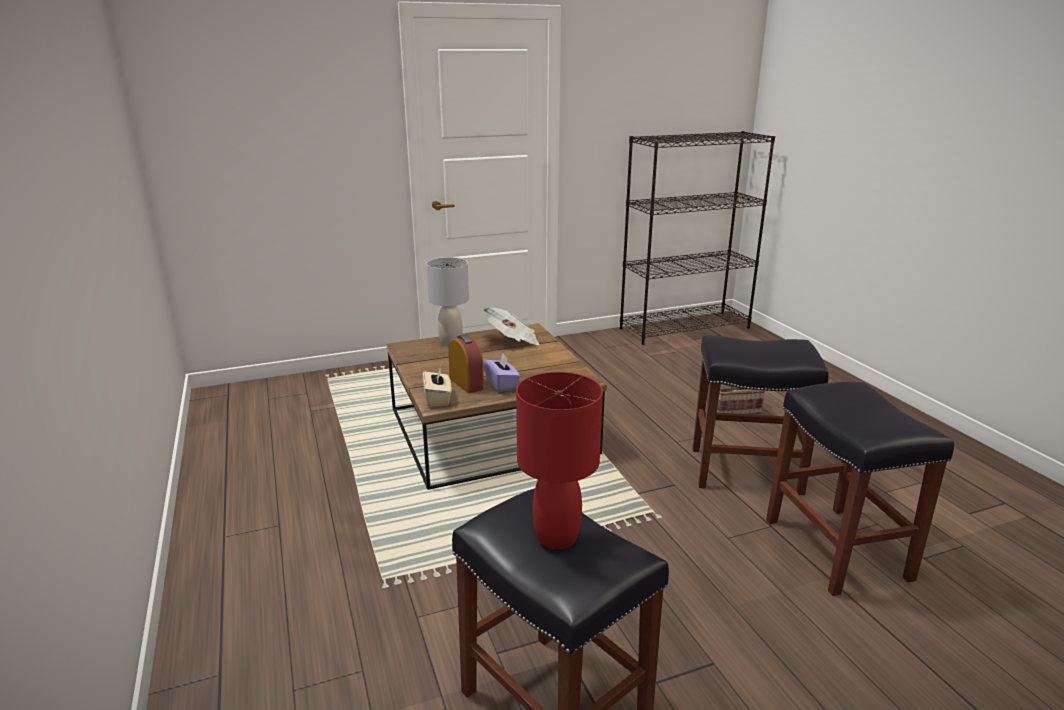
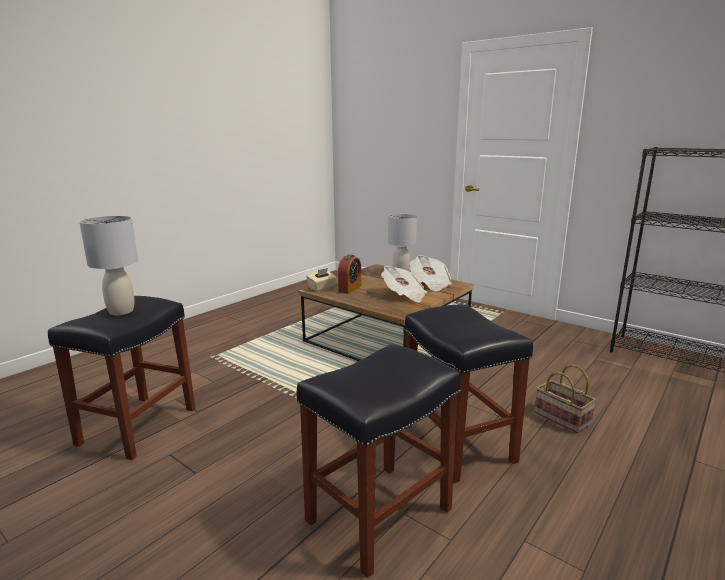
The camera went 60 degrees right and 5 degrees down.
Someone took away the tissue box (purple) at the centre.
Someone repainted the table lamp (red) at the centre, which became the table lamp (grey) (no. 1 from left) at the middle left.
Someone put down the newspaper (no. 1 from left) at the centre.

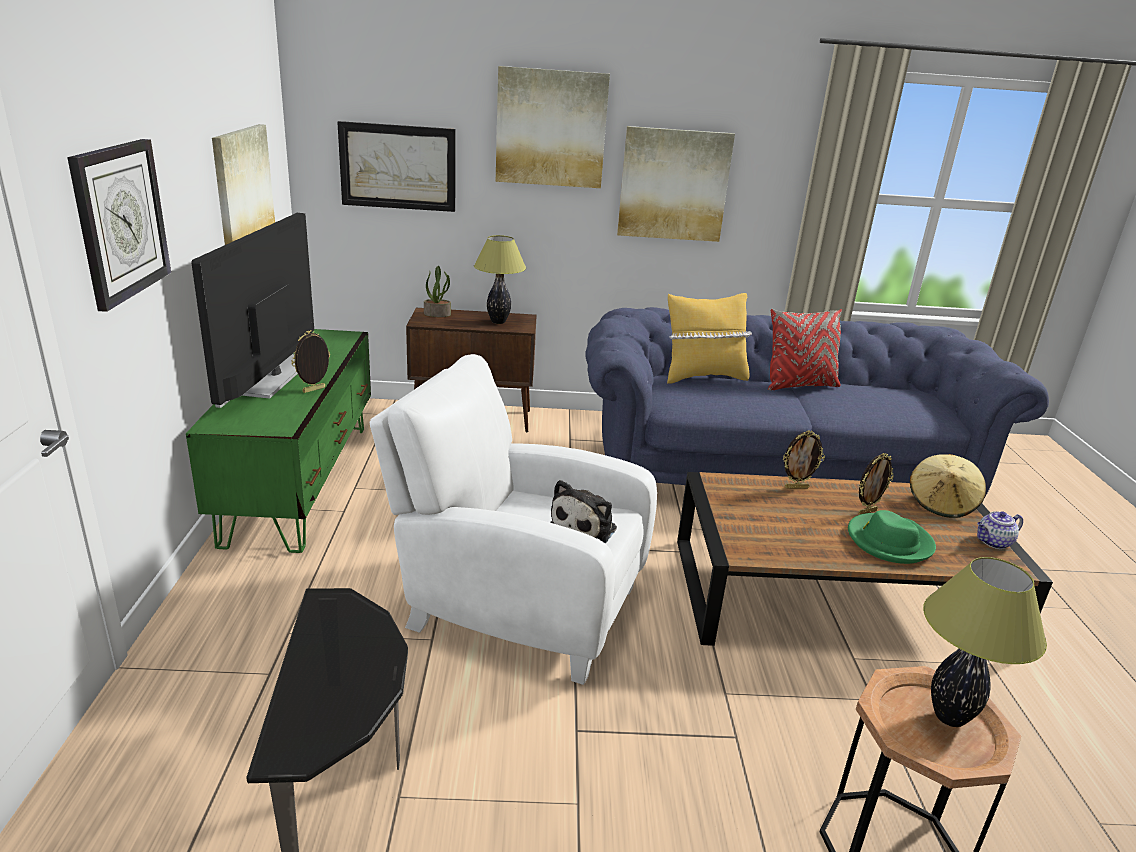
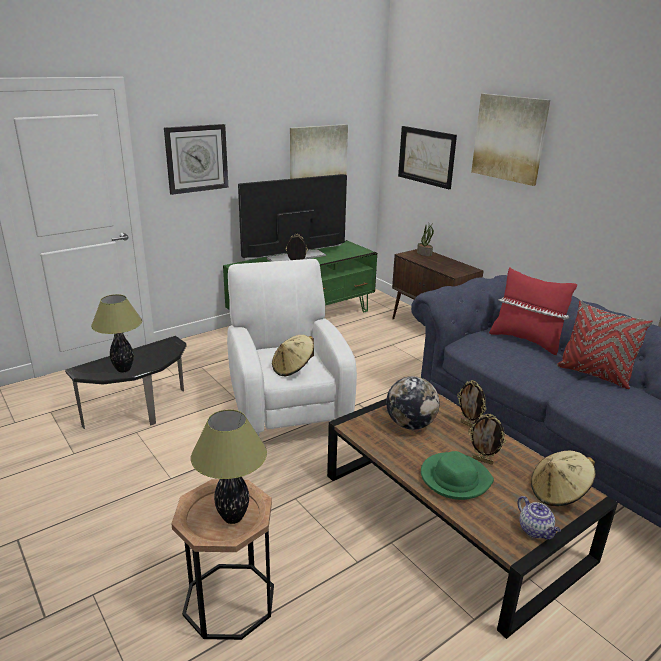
The camera went 55 degrees right and 0 degrees up.
Someone took away the picture (no. 4 from left) at the top centre.
Someone carried the table lamp (no. 1 from left) from the top centre to the middle left.
Someone repainted the pillow (yellow) at the centre, which became the pillow (red) (no. 1 from left) at the middle right.
Someone swapped the plush toy at the centre for the hat (beige) (no. 1 from left) at the centre.
Someone rotated the teapot at the middle right by 150 degrees counterclockwise.
Someone put down the globe at the centre.

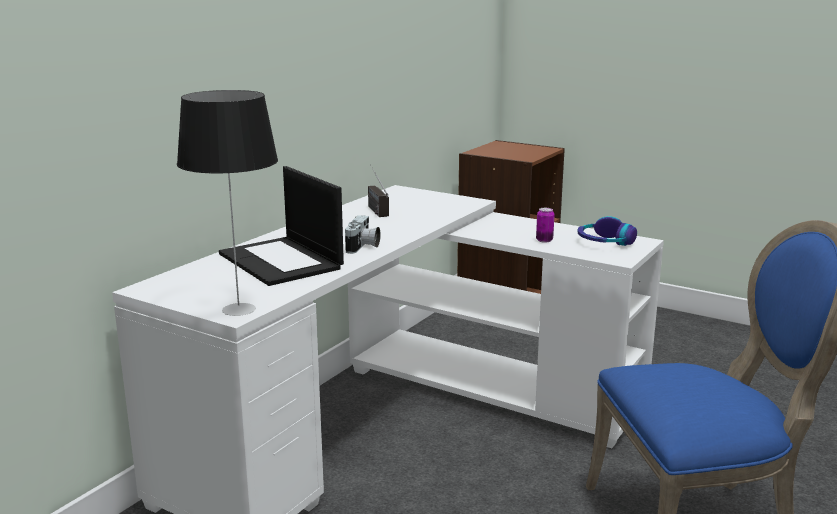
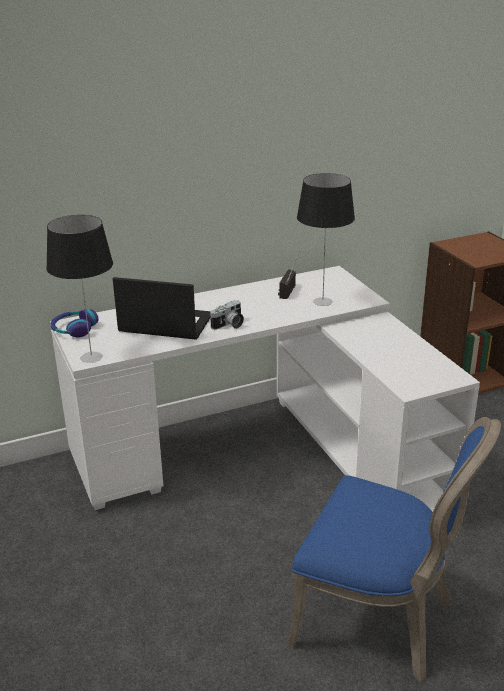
The camera went 35 degrees right and 10 degrees up.
Someone rotated the laptop at the centre by 105 degrees clockwise.
Someone took away the can at the centre.
Someone carried the headphones from the middle right to the middle left.
Someone put down the table lamp (no. 2 from left) at the centre.

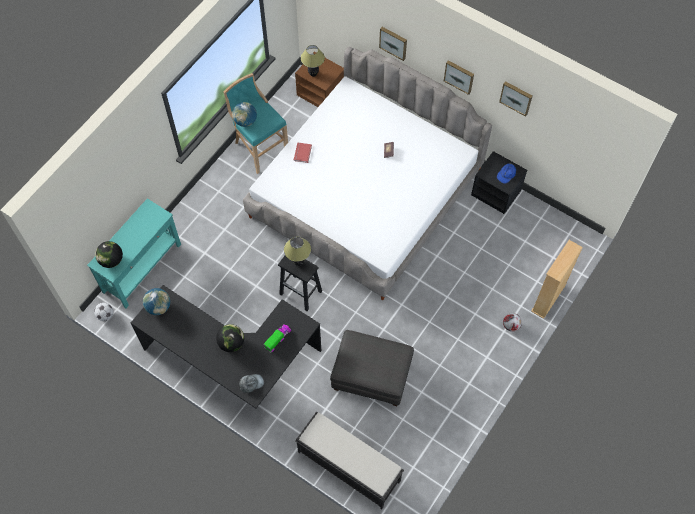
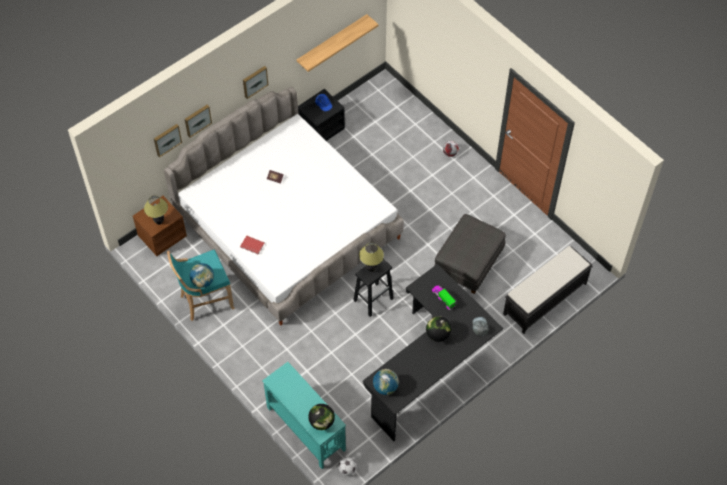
The camera went 75 degrees left and 5 degrees down.
Someone carried the picture (no. 3 from left in the first image) from the top right to the top left.
Someone took away the bookcase (beige) at the middle right.
Someone put up the shelf at the top centre.

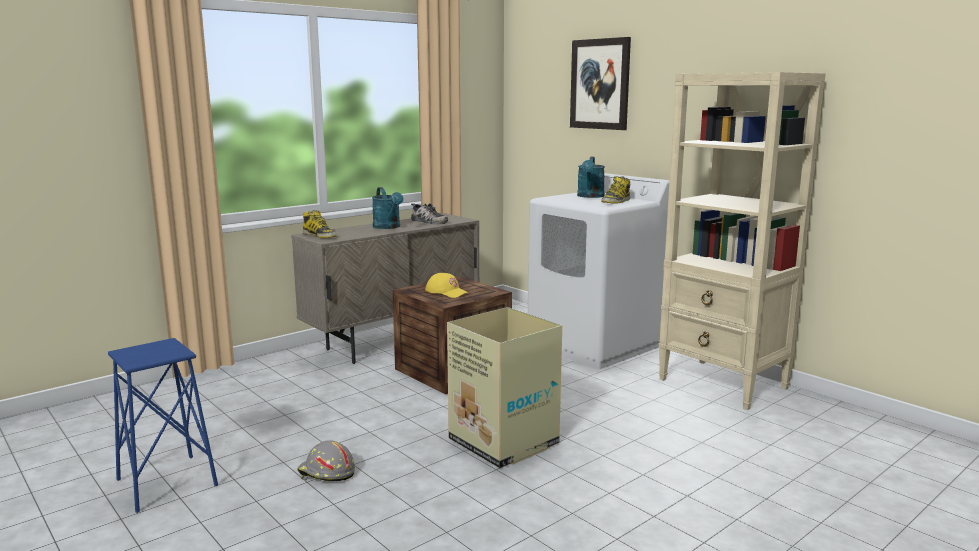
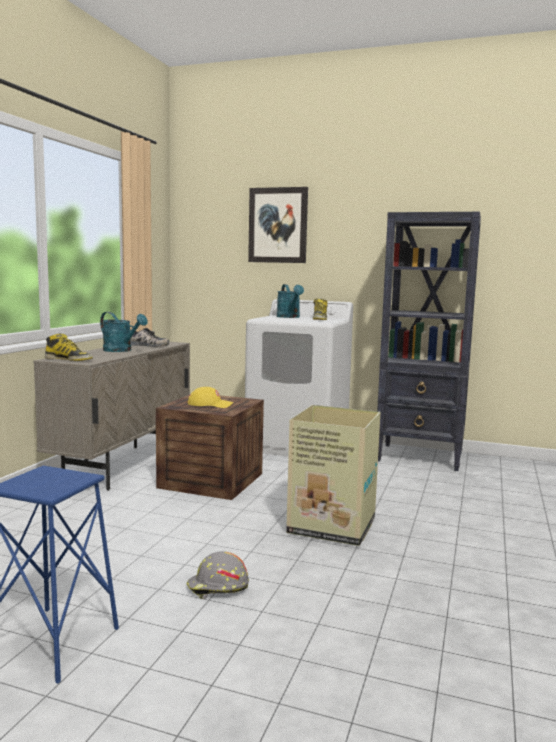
The camera went 30 degrees left and 5 degrees down.
Someone repainted the bookcase (beige) at the middle right, which became the bookcase (black) at the middle right.

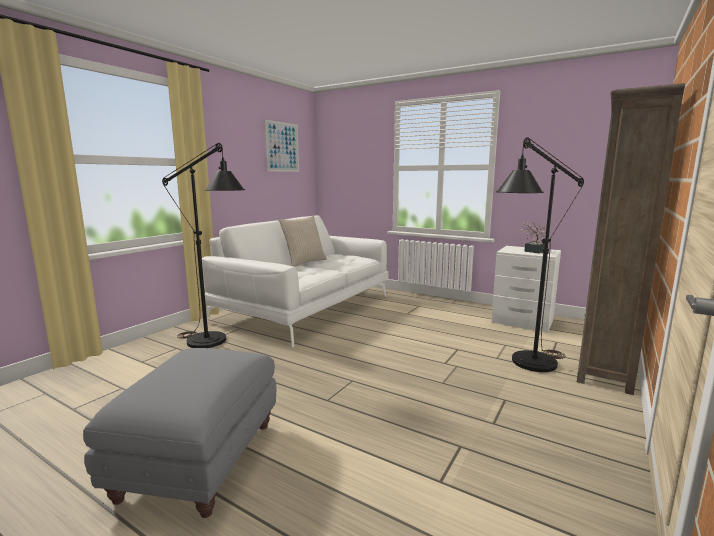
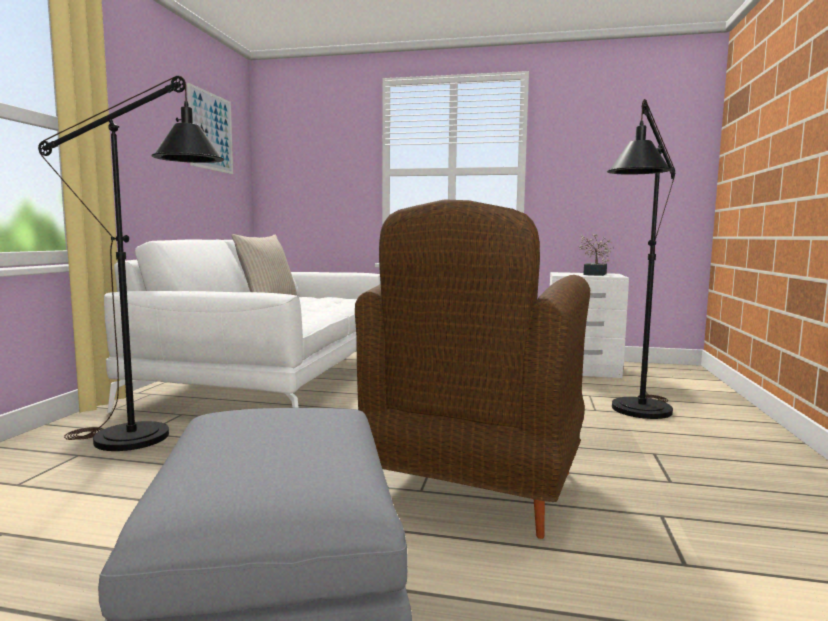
The camera went 20 degrees left and 5 degrees down.
Someone took away the bookcase (brown) at the middle right.
Someone put down the armchair (brown) at the centre.

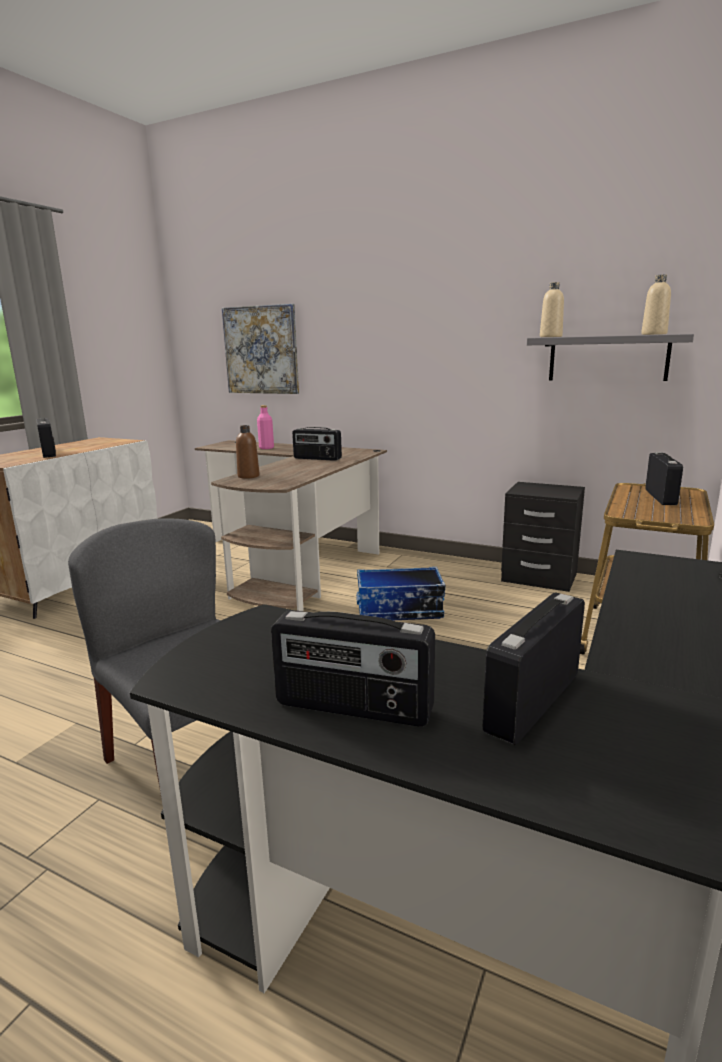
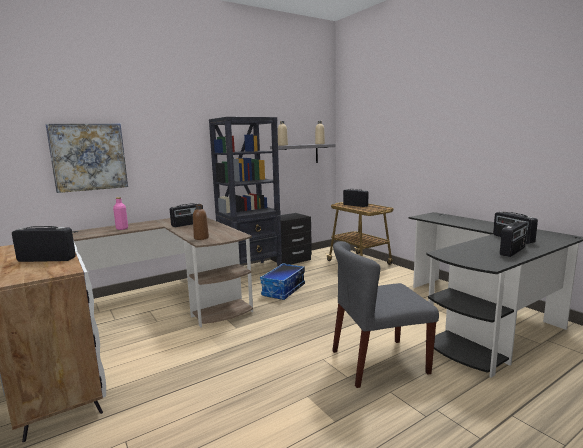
The camera went 60 degrees left and 5 degrees down.
Someone put down the bookcase (black) at the centre.

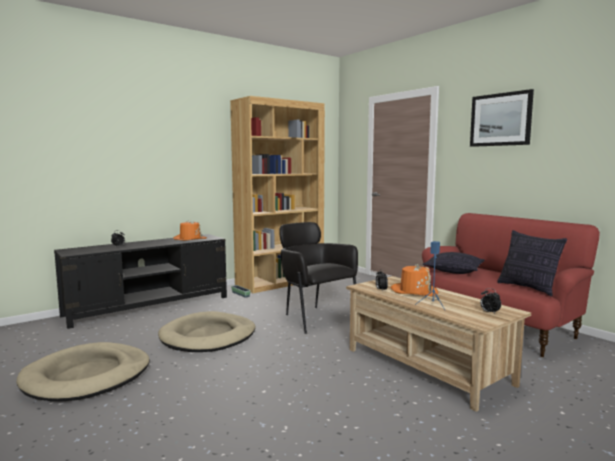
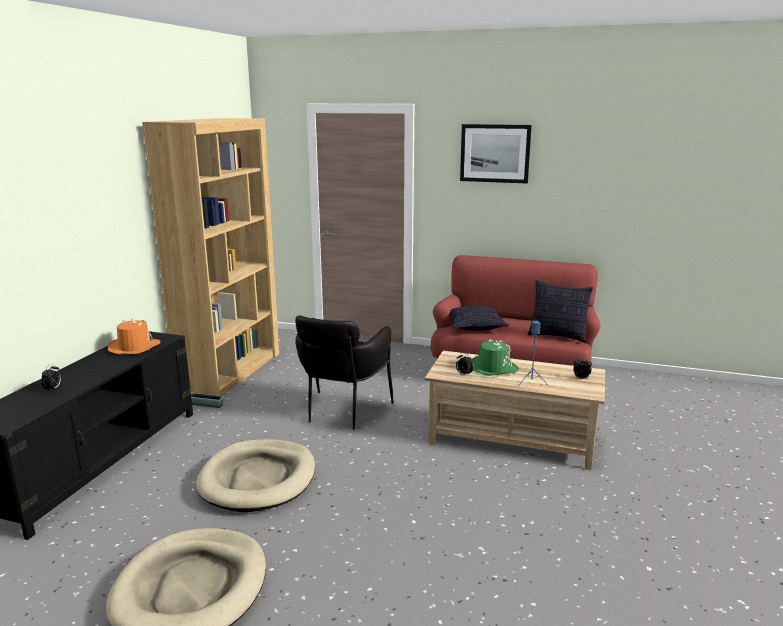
The camera went 35 degrees left and 10 degrees up.
Someone rotated the armchair (black) at the centre by 90 degrees counterclockwise.
Someone repainted the hat (orange) (no. 2 from left) at the middle right, which became the hat (green) at the centre.

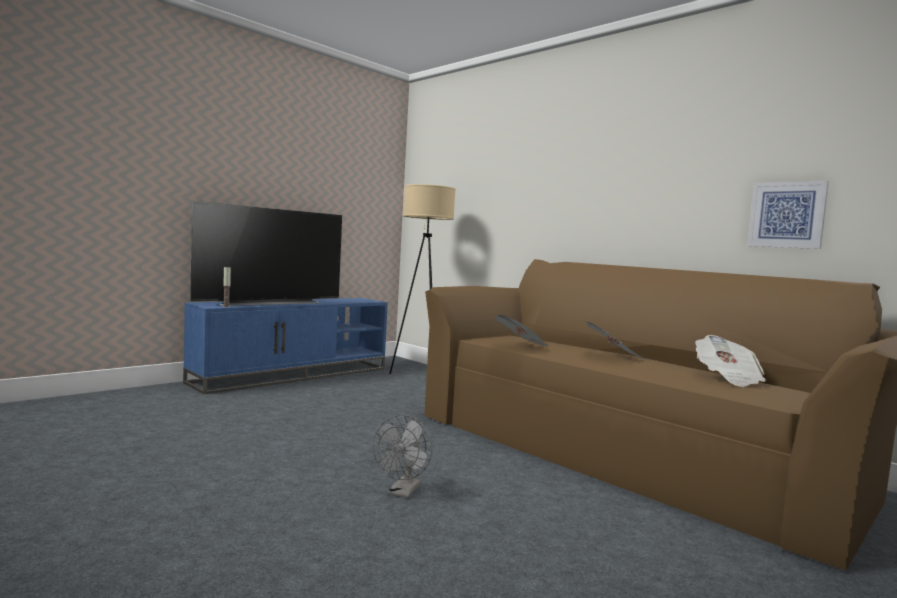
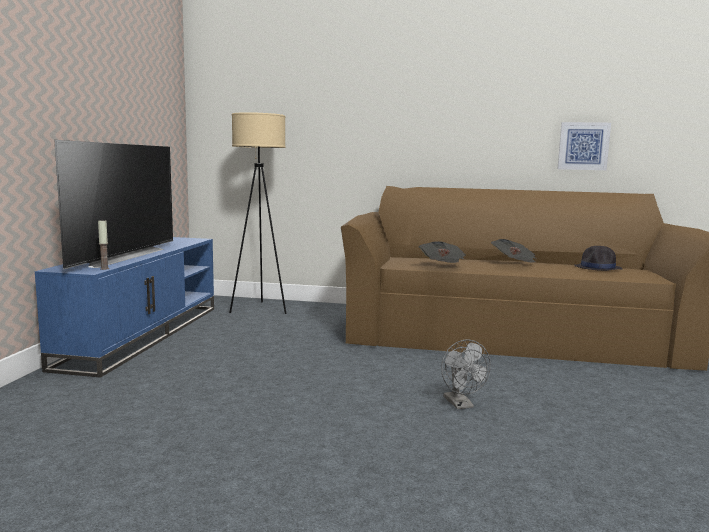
The camera went 35 degrees left and 5 degrees up.
Someone swapped the newspaper (no. 3 from left) at the middle right for the hat (black) at the middle right.

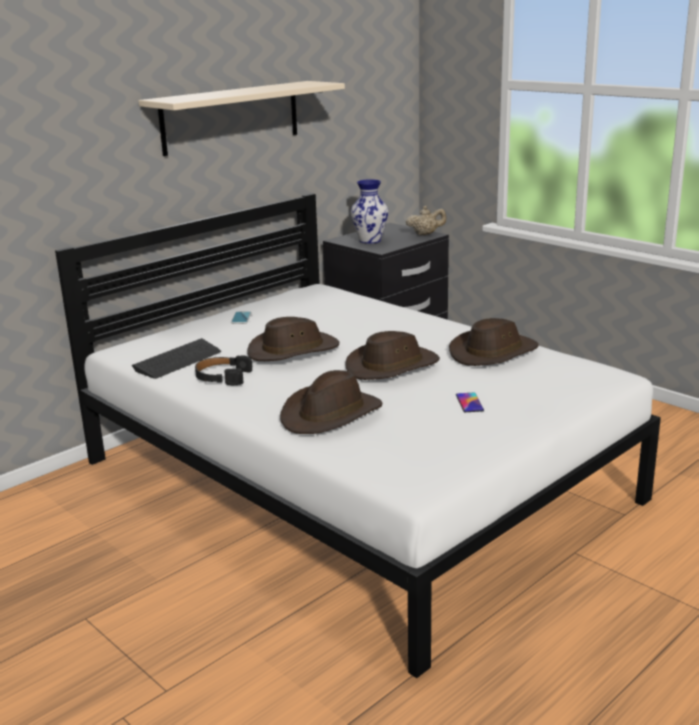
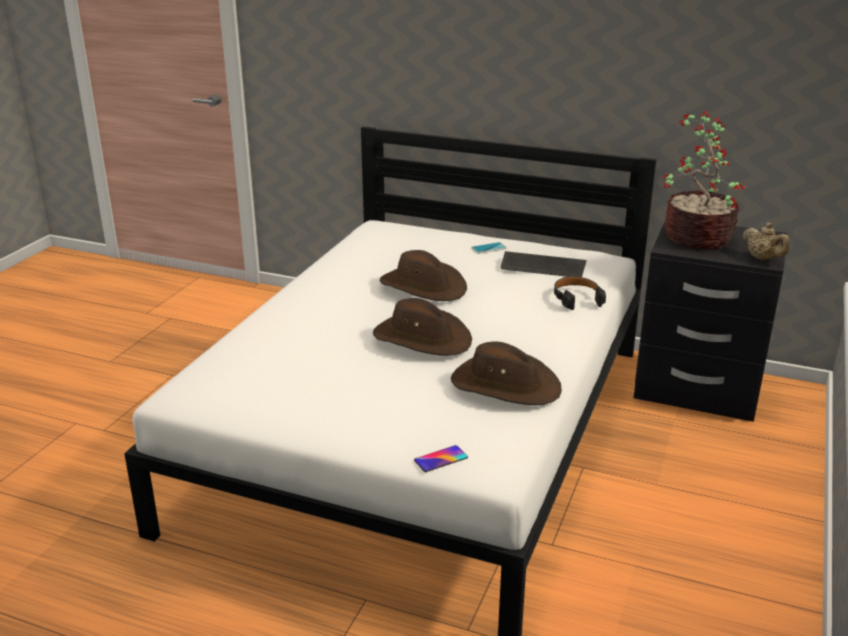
The camera went 65 degrees right and 5 degrees up.
Someone took away the shelf (beige) at the top centre.
Someone swapped the vase at the top centre for the potted plant at the top right.
Someone carried the keyboard from the middle left to the centre.
Someone carried the headphones (black) from the middle left to the middle right.
Someone took away the hat (brown) (no. 2 from left) at the centre.
Someone carried the phone (no. 2 from left in the first image) from the middle right to the bottom centre.

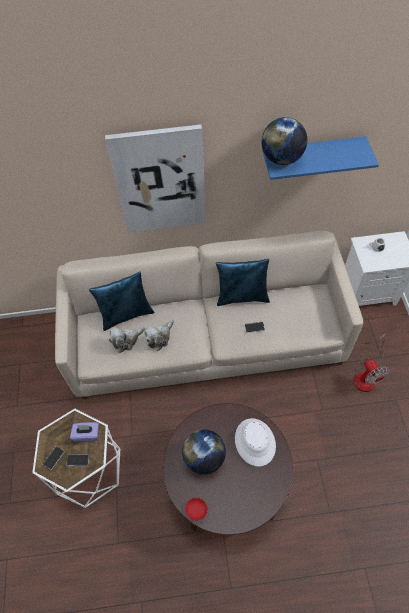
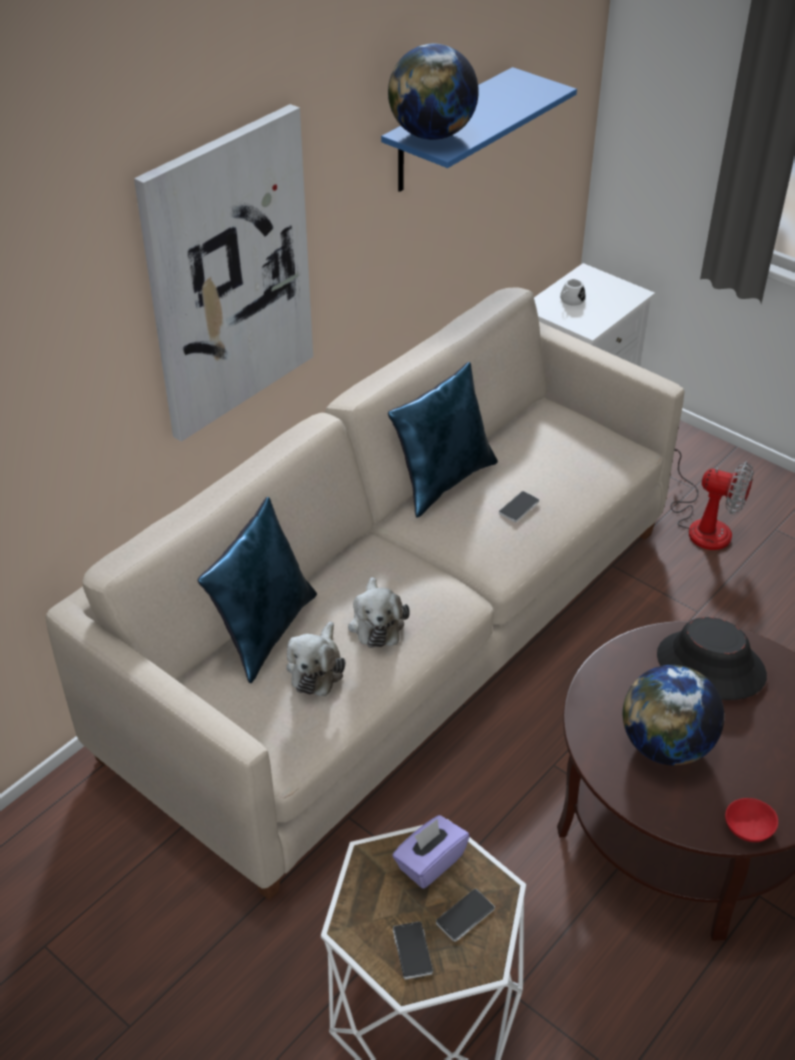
The camera went 45 degrees left and 15 degrees down.
Someone repainted the hat (white) at the bottom centre, which became the hat (black) at the middle right.

